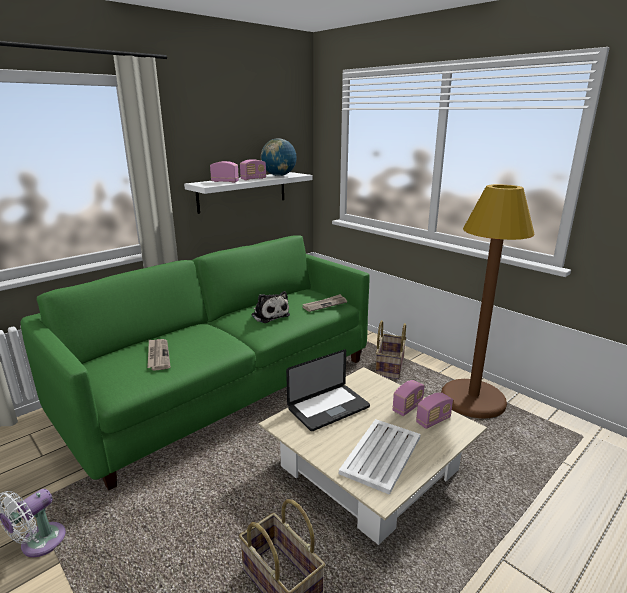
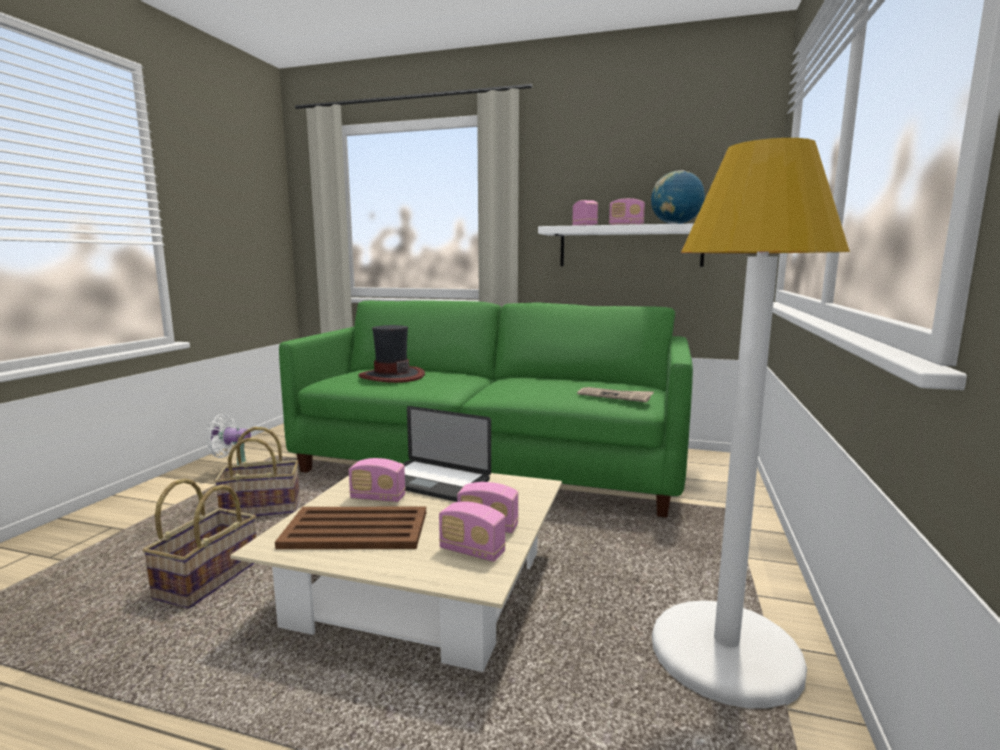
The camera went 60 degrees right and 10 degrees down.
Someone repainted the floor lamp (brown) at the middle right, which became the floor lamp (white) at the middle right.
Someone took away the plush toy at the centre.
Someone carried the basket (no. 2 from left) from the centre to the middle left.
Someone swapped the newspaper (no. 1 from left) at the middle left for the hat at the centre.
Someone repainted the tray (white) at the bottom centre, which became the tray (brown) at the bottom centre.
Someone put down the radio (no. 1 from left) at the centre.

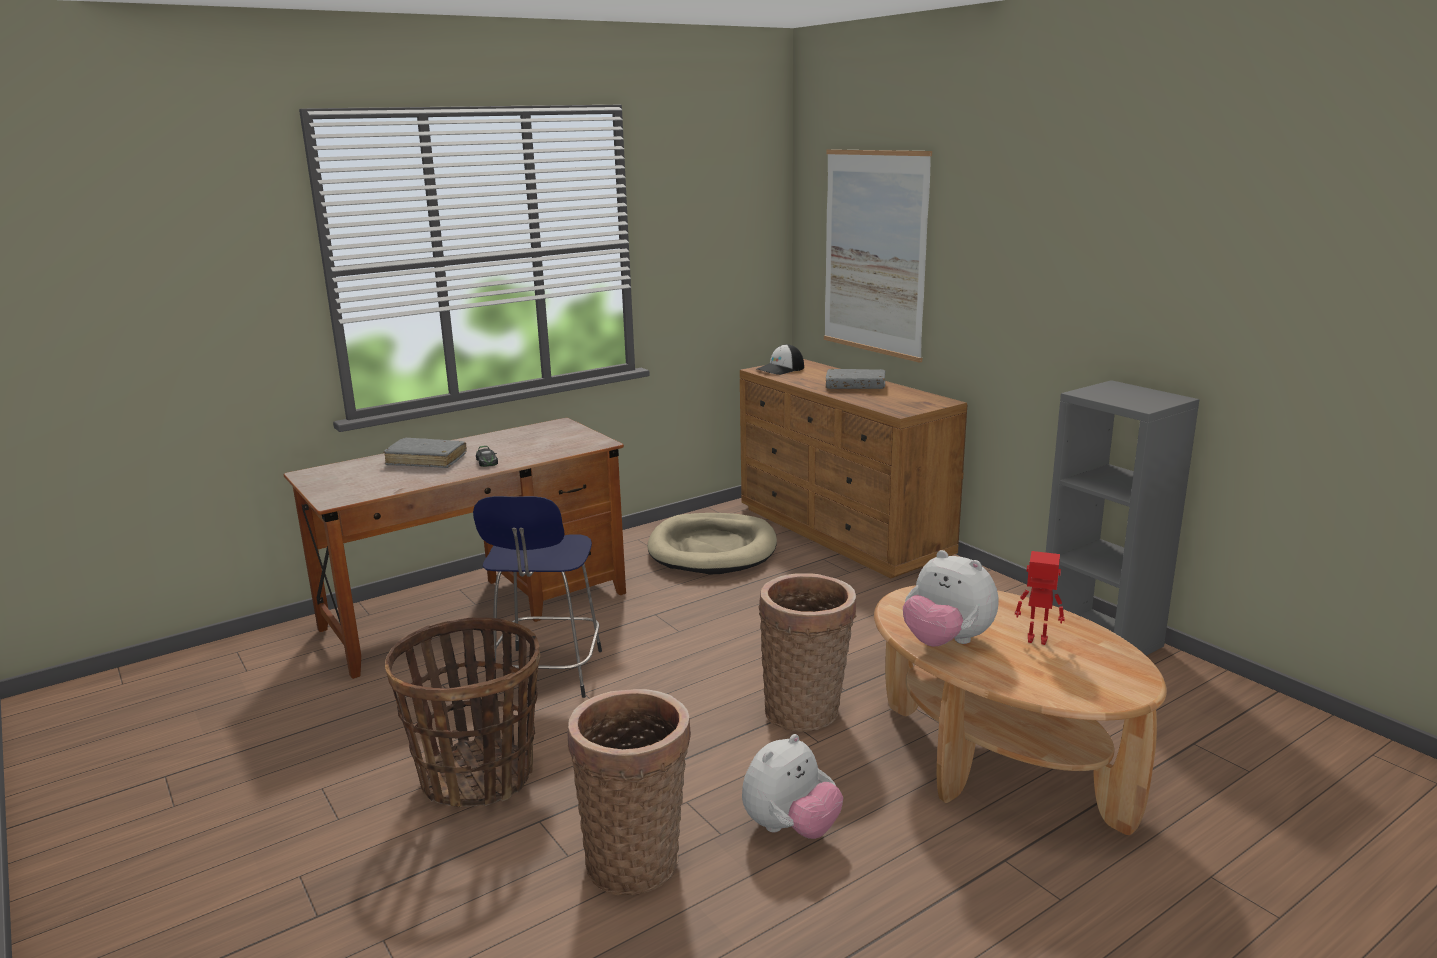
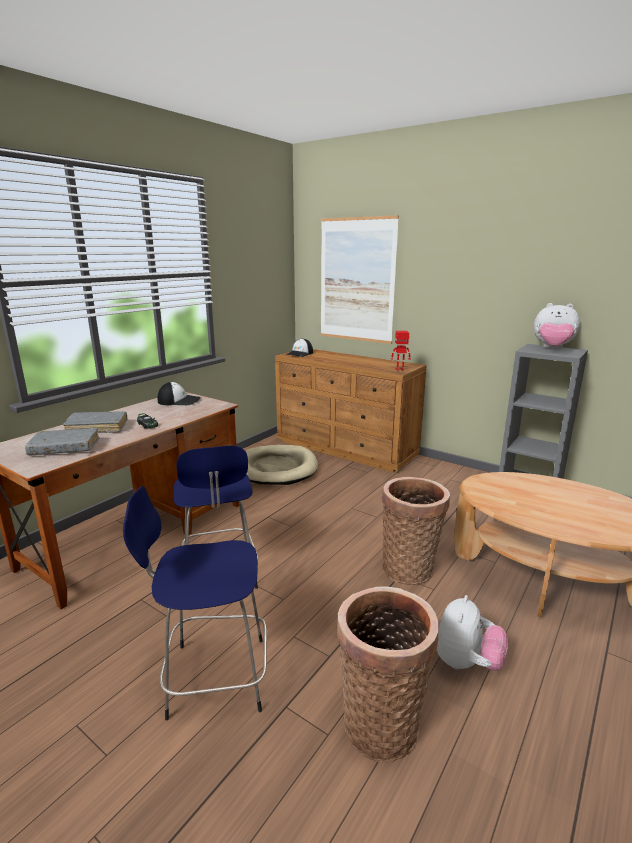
The camera went 20 degrees left and 0 degrees up.
Someone carried the book (grey) (no. 2 from left in the first image) from the centre to the middle left.
Someone carried the plush toy (no. 2 from left) from the centre to the middle right.
Someone carried the toy robot from the middle right to the centre.
Someone swapped the basket (no. 1 from left) at the bottom left for the stool (blue) (no. 1 from left) at the bottom left.
Someone put down the cap (no. 1 from left) at the middle left.

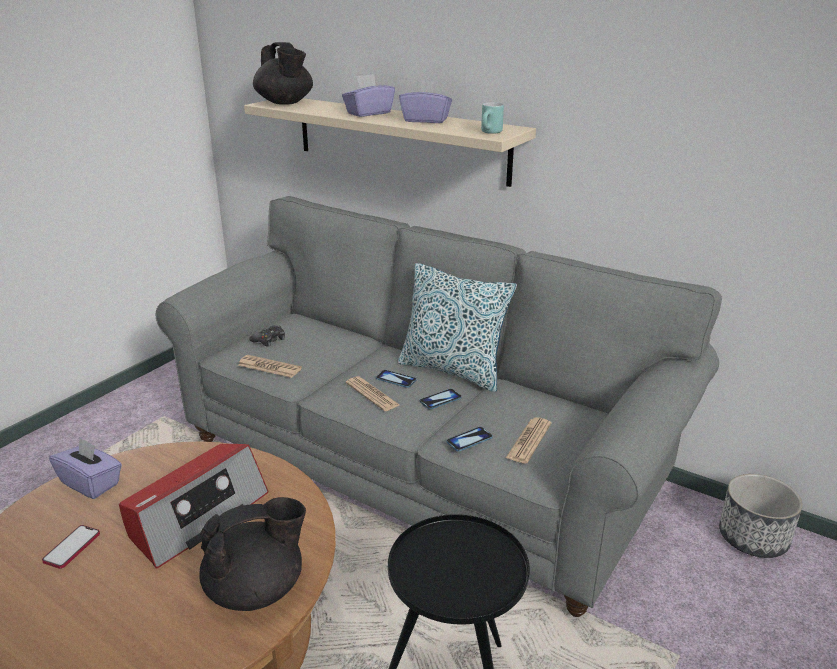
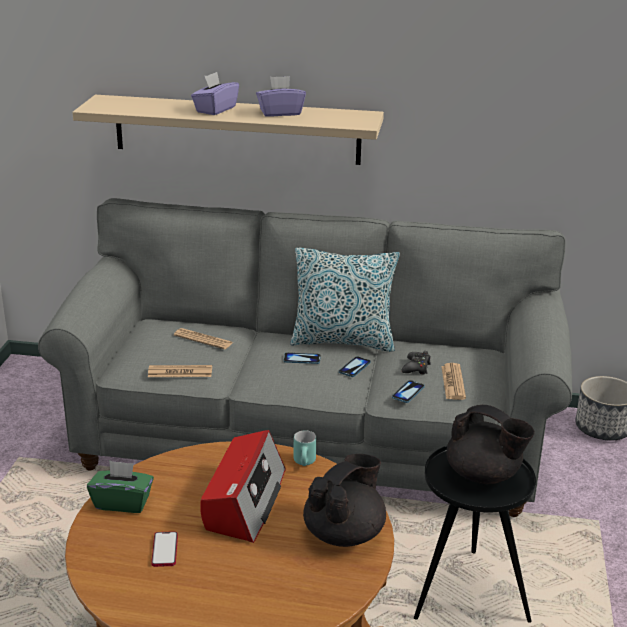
The camera went 25 degrees left and 0 degrees up.
Someone carried the teapot (black) (no. 2 from left) from the top centre to the bottom right.
Someone carried the mug (turquoise) from the top centre to the bottom centre.
Someone carried the game controller (black) from the middle left to the centre.
Someone carried the newspaper (no. 2 from left) from the centre to the middle left.
Someone repainted the tissue box (purple) (no. 1 from left) at the bottom left, which became the tissue box (green) at the bottom left.

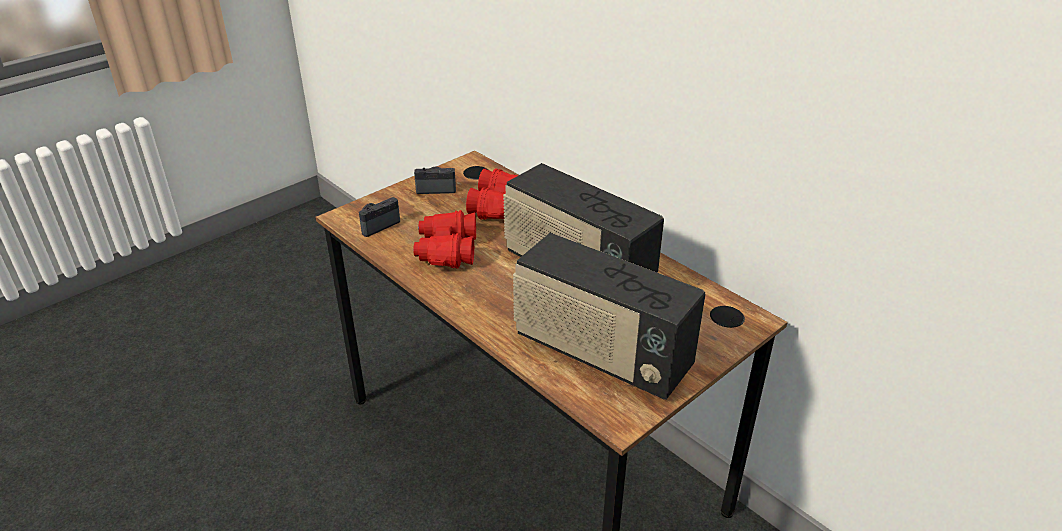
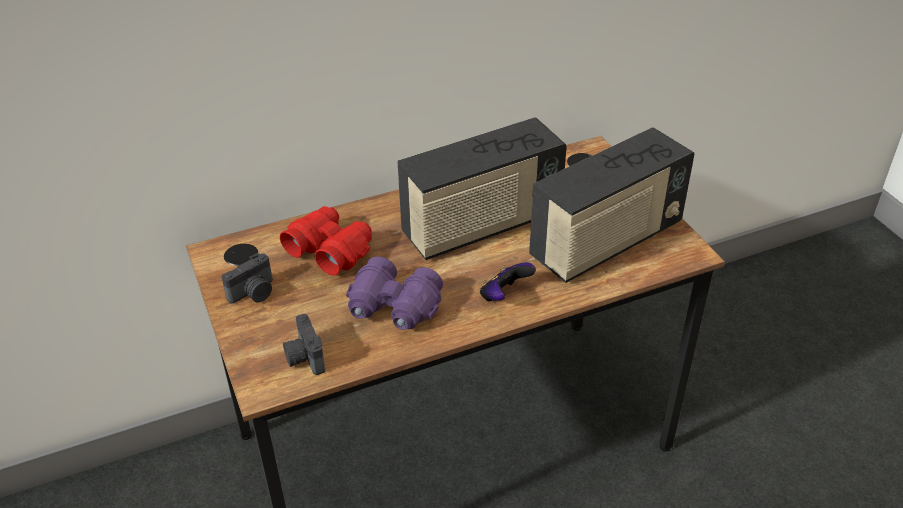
The camera went 70 degrees left and 5 degrees up.
Someone rotated the photo camera (no. 2 from left in the first image) at the centre by 150 degrees counterclockwise.
Someone repainted the binoculars (red) (no. 1 from left) at the centre, which became the binoculars (purple) at the centre.
Someone put down the game controller at the centre.

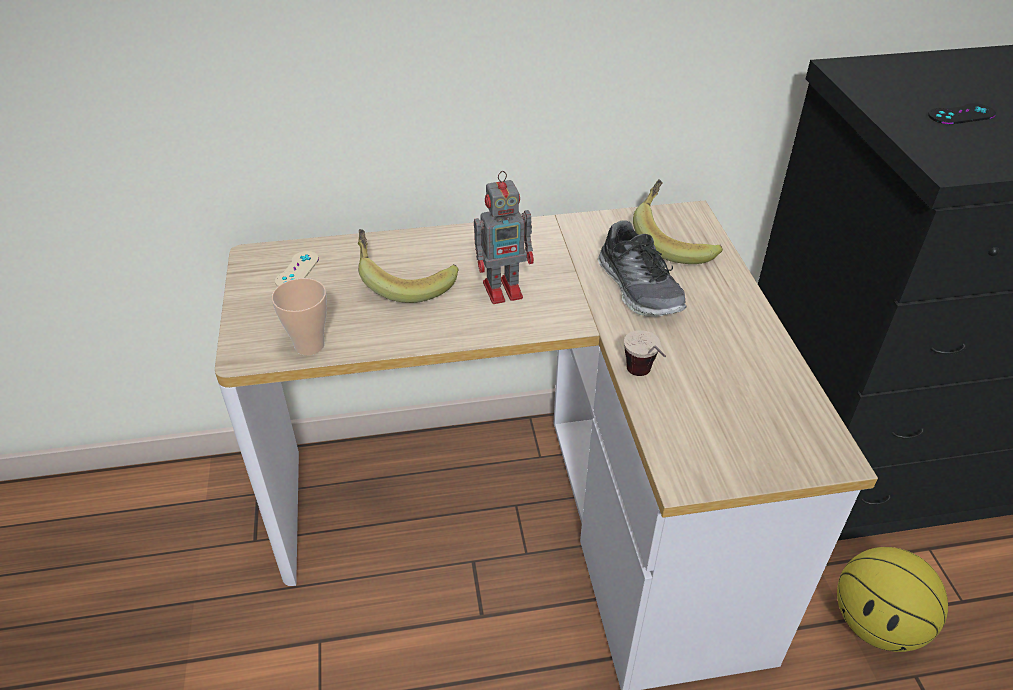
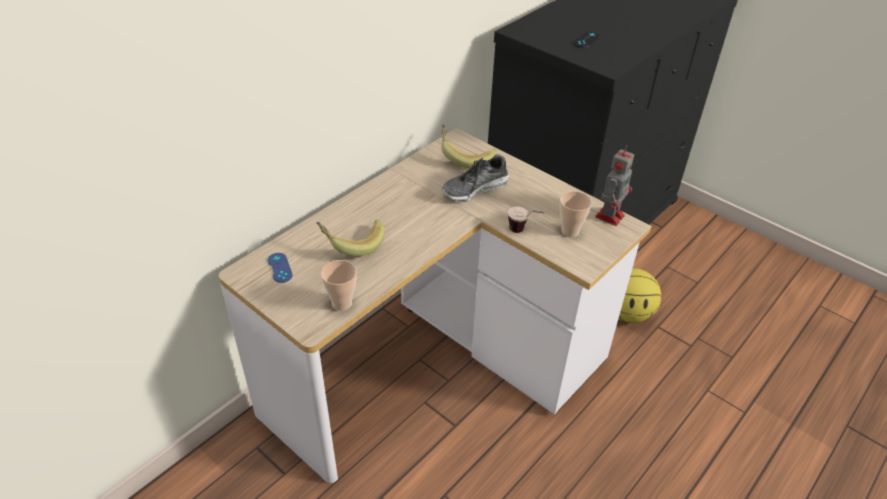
The camera went 40 degrees left and 0 degrees up.
Someone carried the toy robot from the centre to the middle right.
Someone rotated the shoe at the centre by 120 degrees clockwise.
Someone repainted the game controller (beige) at the middle left, which became the game controller (blue) at the middle left.
Someone put down the cup (no. 3 from left) at the centre.

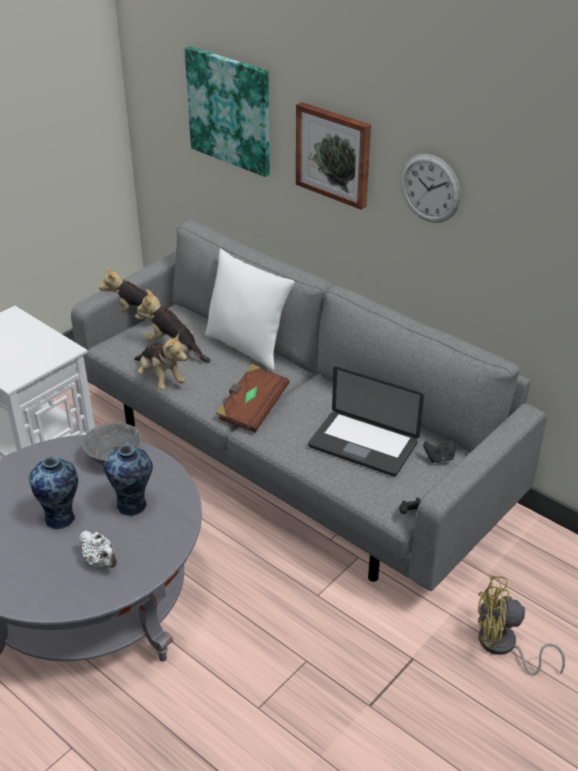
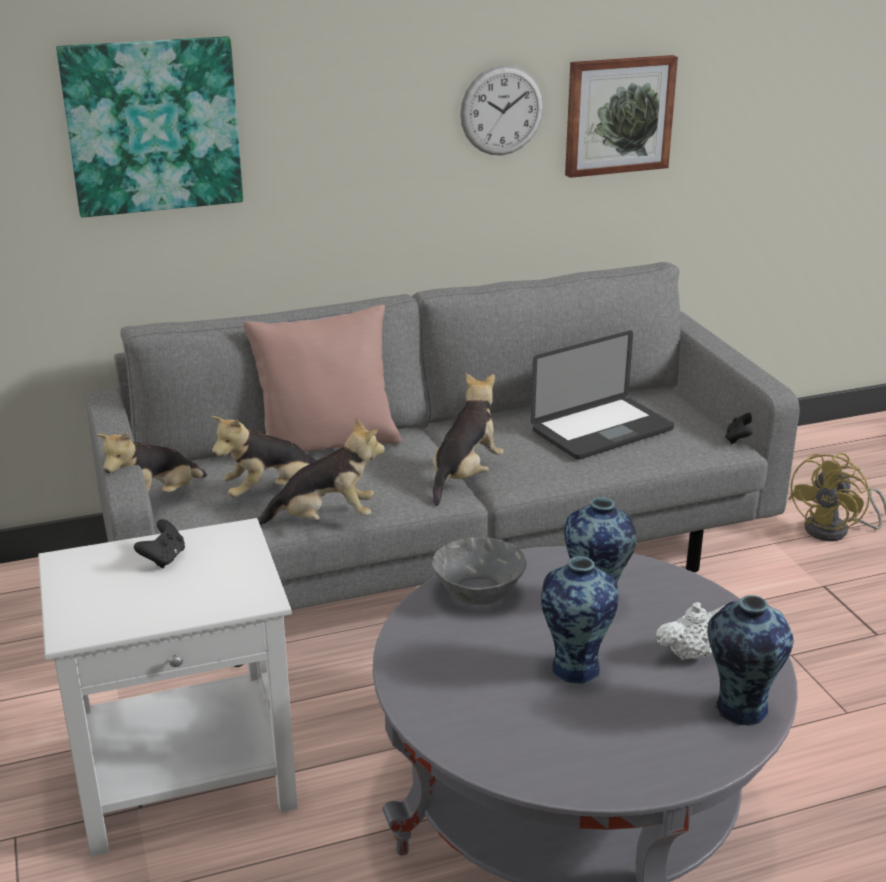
The camera went 60 degrees left and 10 degrees down.
Someone carried the picture (no. 2 from left) from the top centre to the top right.
Someone repainted the pillow (white) at the centre, which became the pillow (pink) at the centre.
Someone swapped the book (brown) at the centre for the plush toy (no. 4 from left) at the centre.
Someone carried the game controller (black) (no. 2 from left in the first image) from the middle right to the middle left.
Someone put down the vase (no. 3 from left) at the bottom right.

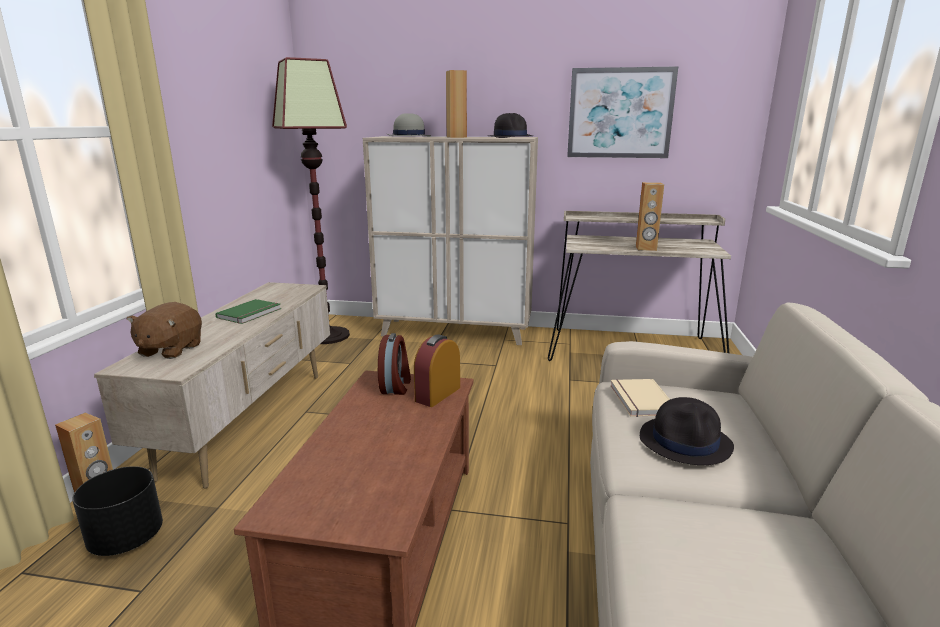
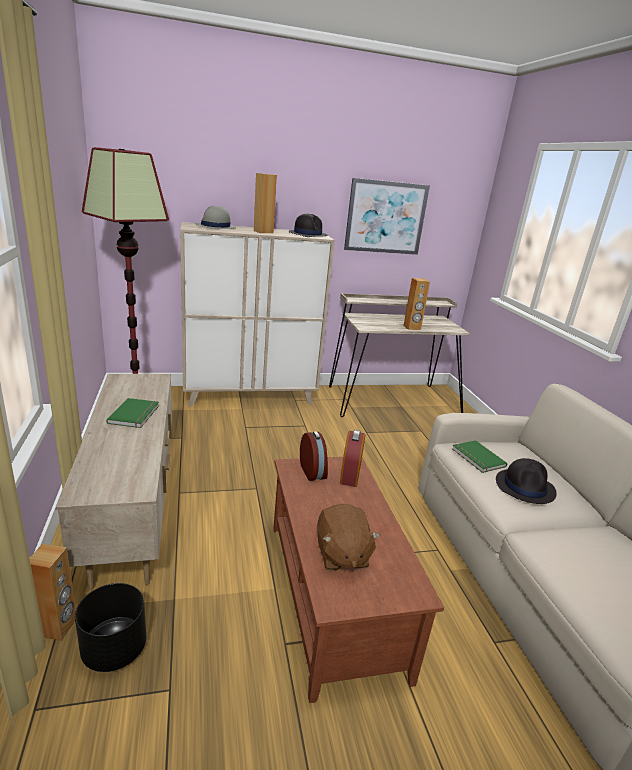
The camera went 25 degrees left and 5 degrees up.
Someone carried the plush toy (brown) from the middle left to the bottom centre.
Someone repainted the book (beige) at the middle right, which became the book (green) (no. 2 from left) at the middle right.

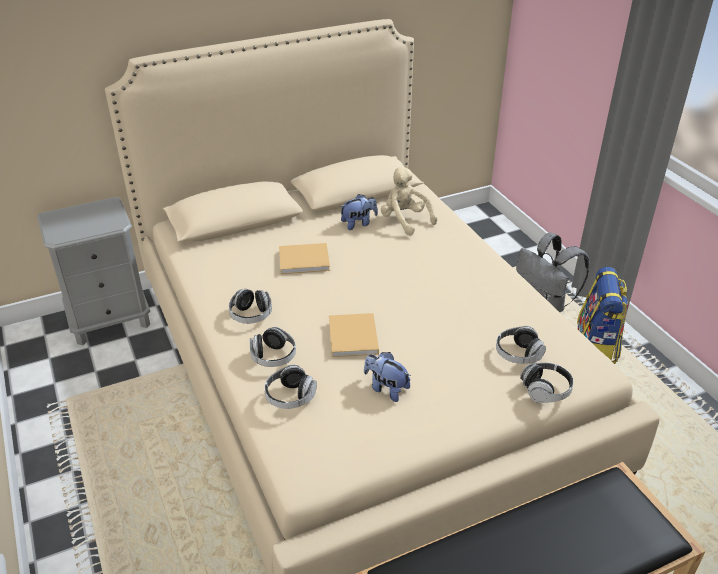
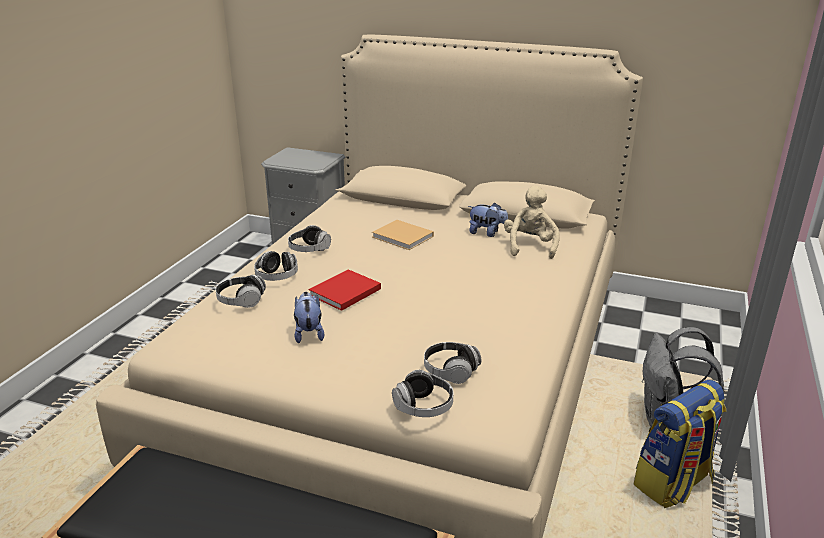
The camera went 45 degrees right and 10 degrees down.
Someone repainted the book (beige) (no. 2 from left) at the centre, which became the book (red) at the centre.

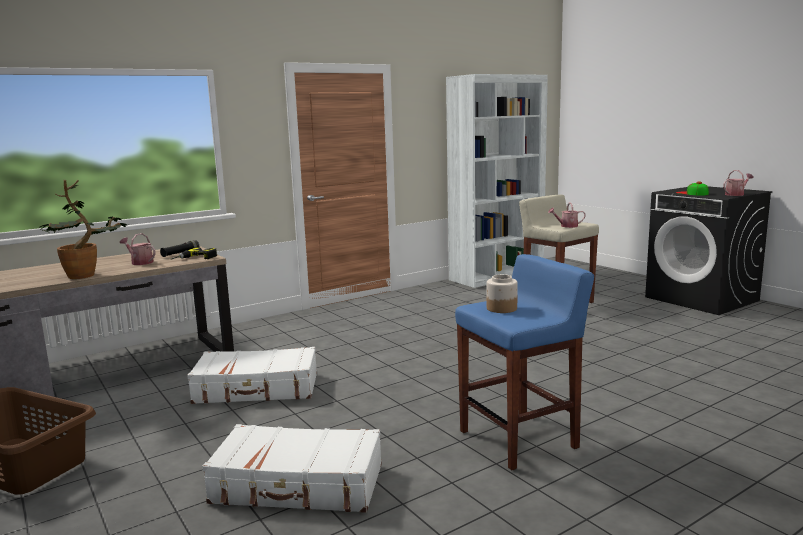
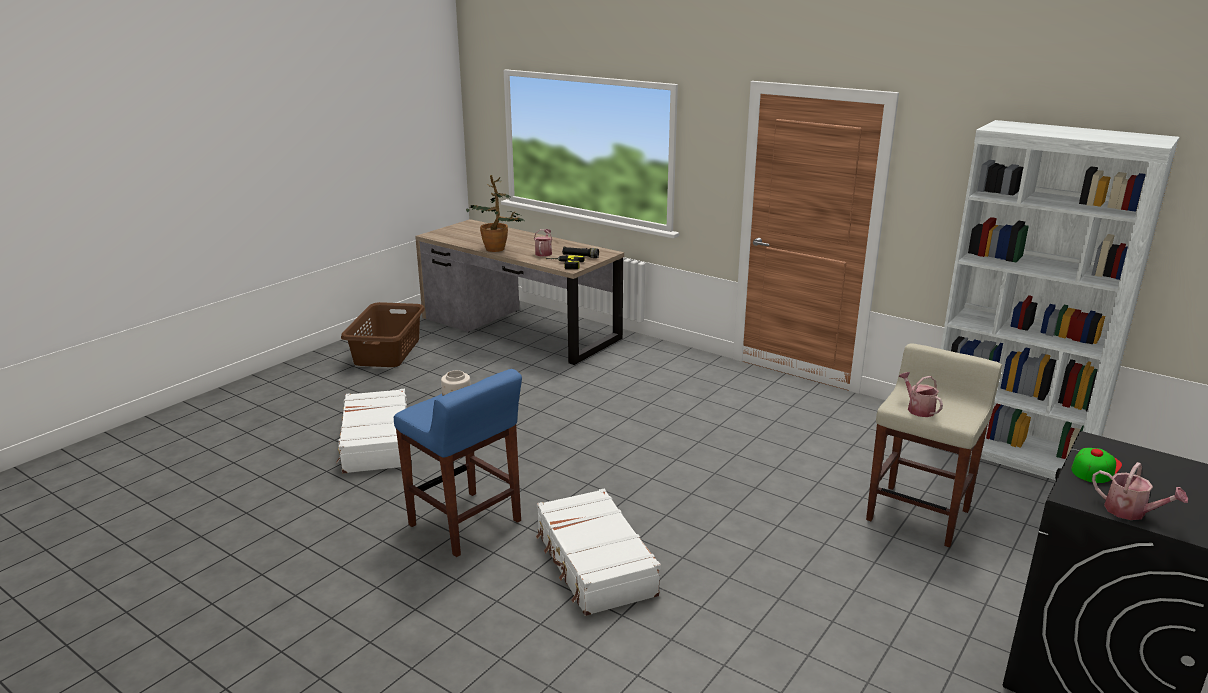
The camera went 70 degrees right and 10 degrees up.
Someone carried the suitcase (white) (no. 1 from left in the first image) from the bottom left to the bottom centre.

